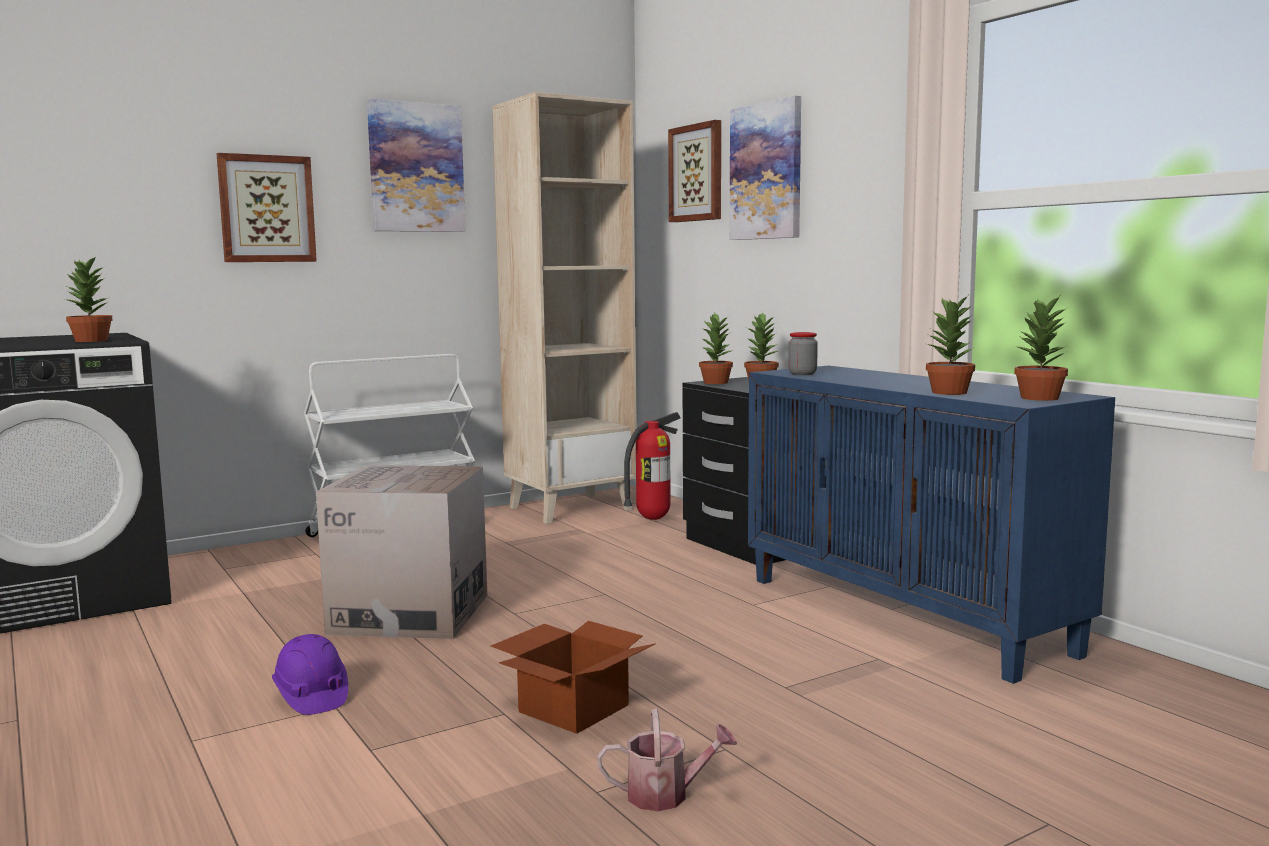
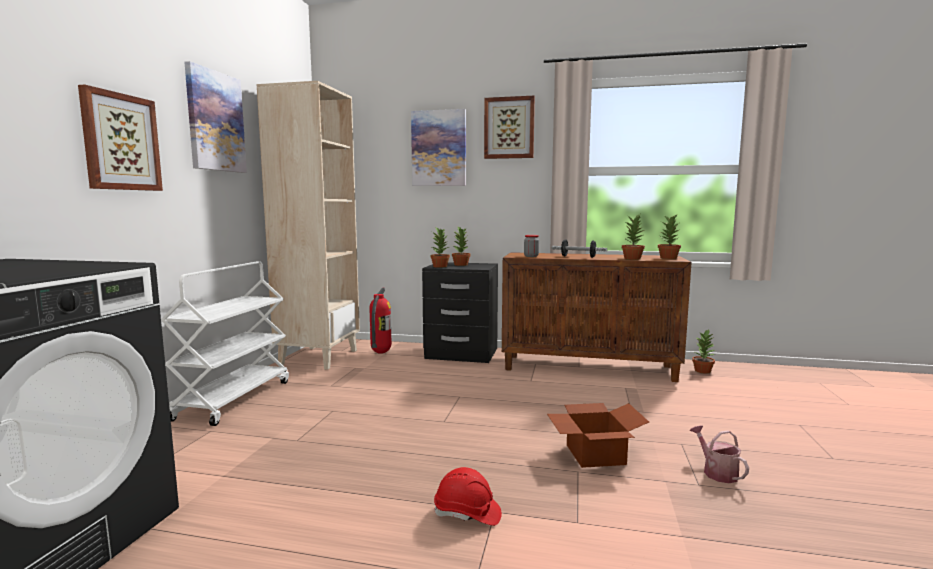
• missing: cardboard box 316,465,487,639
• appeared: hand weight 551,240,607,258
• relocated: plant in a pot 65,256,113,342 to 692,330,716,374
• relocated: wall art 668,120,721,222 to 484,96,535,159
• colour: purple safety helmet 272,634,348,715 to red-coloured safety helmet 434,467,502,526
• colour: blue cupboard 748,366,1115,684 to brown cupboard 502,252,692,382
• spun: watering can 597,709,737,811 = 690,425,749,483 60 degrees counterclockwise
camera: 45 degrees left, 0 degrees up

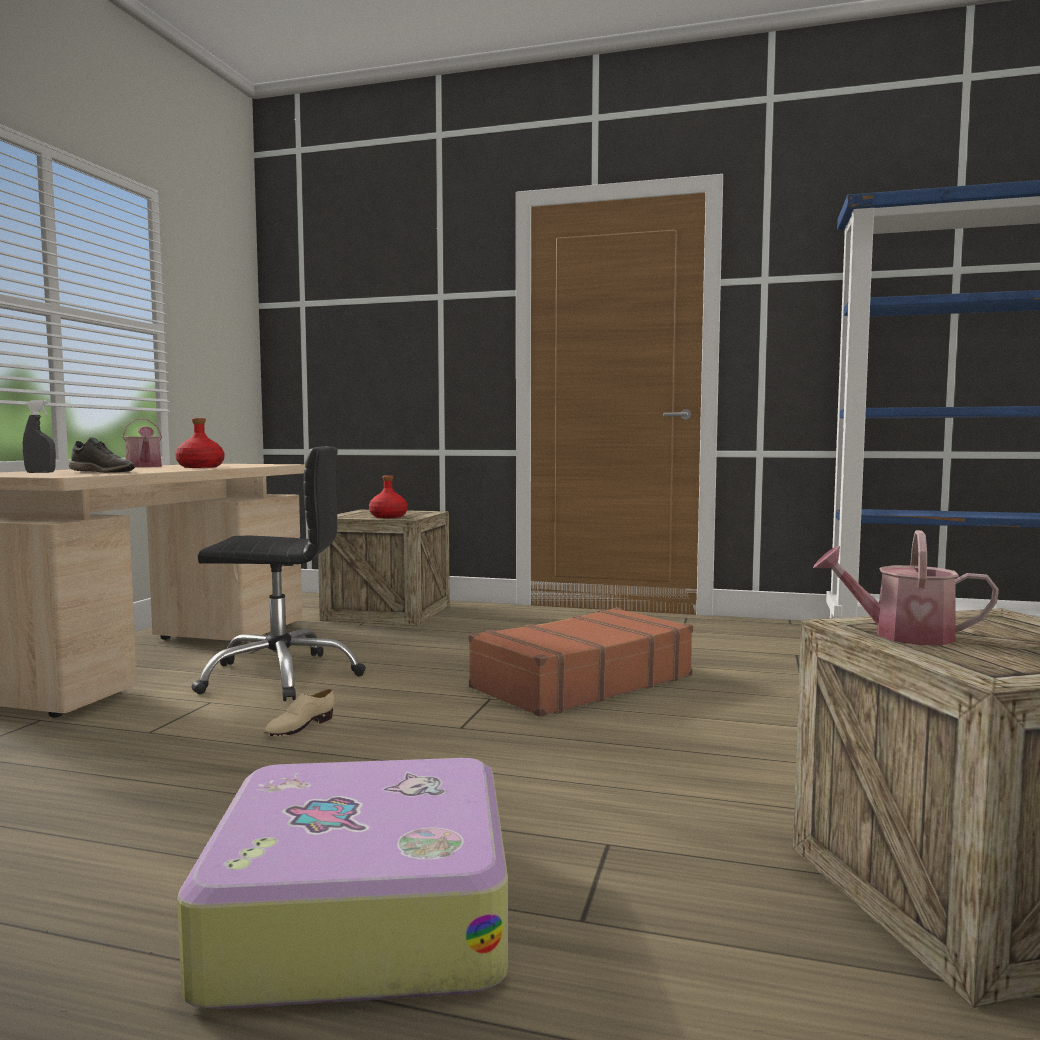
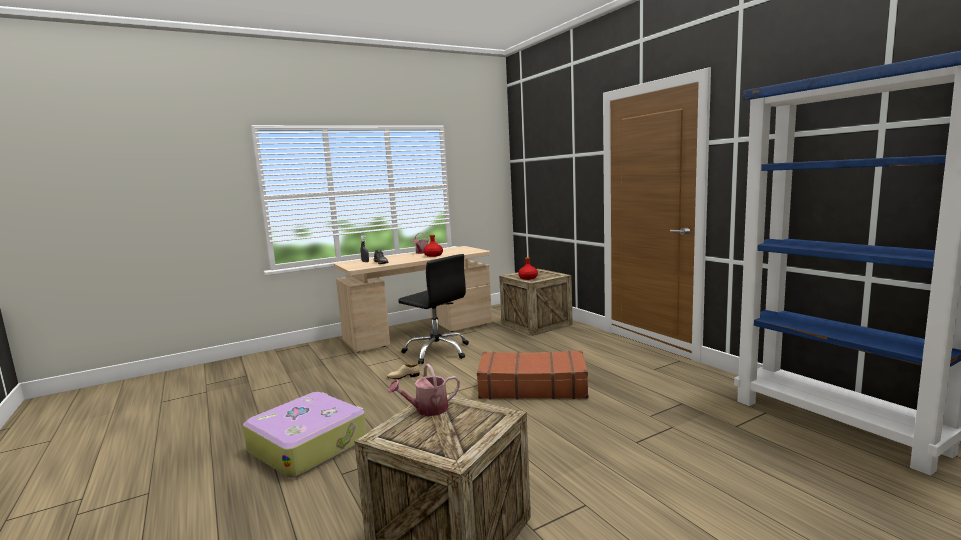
• spun: watering can 813,530,999,645 = 388,364,460,416 90 degrees counterclockwise
camera: 45 degrees right, 5 degrees up

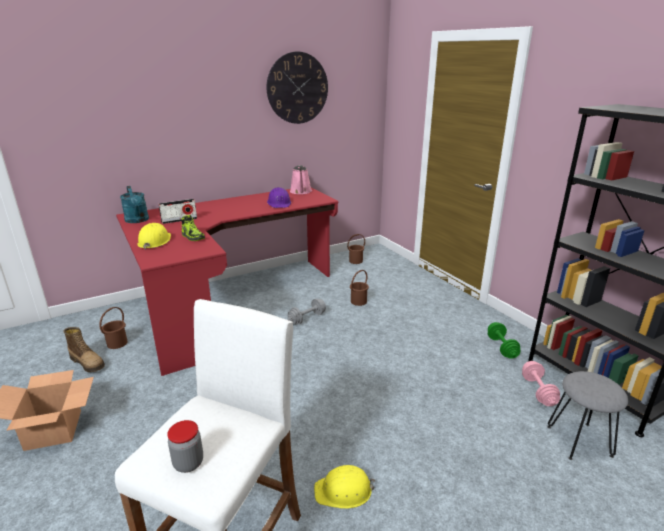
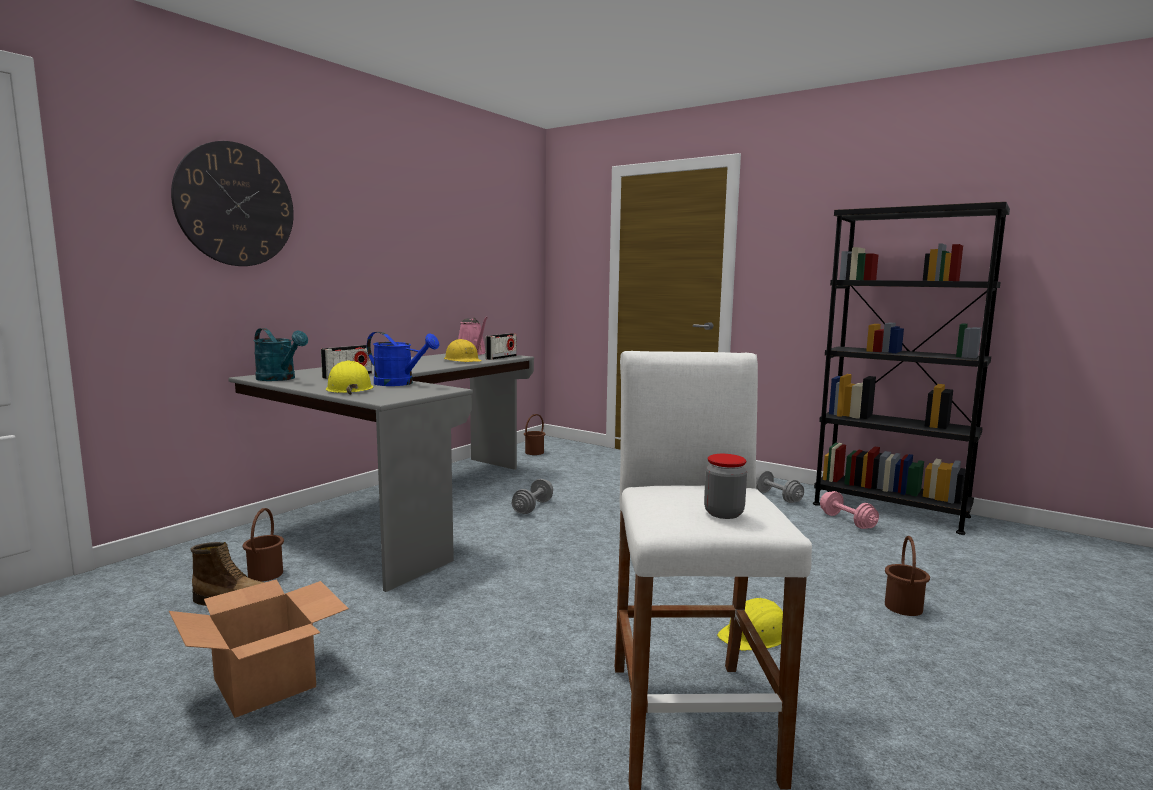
• missing: grey stool seat 547,371,628,460
• appeared: radio set 485,333,517,360
• relocated: wall clock 267,52,328,124 to 171,141,294,266
• relocated: brown water bucket 350,270,369,306 to 885,536,930,616
• exchanged: item of footwear 181,215,205,241 to blue watering can 367,332,439,386
• colour: red-coloured desk 116,188,339,376 to grey desk 228,353,534,592
• colour: purple safety helmet 267,187,291,208 to yellowish safety helmet 444,339,482,362
• colour: green-coloured hand weight 488,322,521,359 to grey hand weight 756,470,804,503
camera: 25 degrees left, 15 degrees down

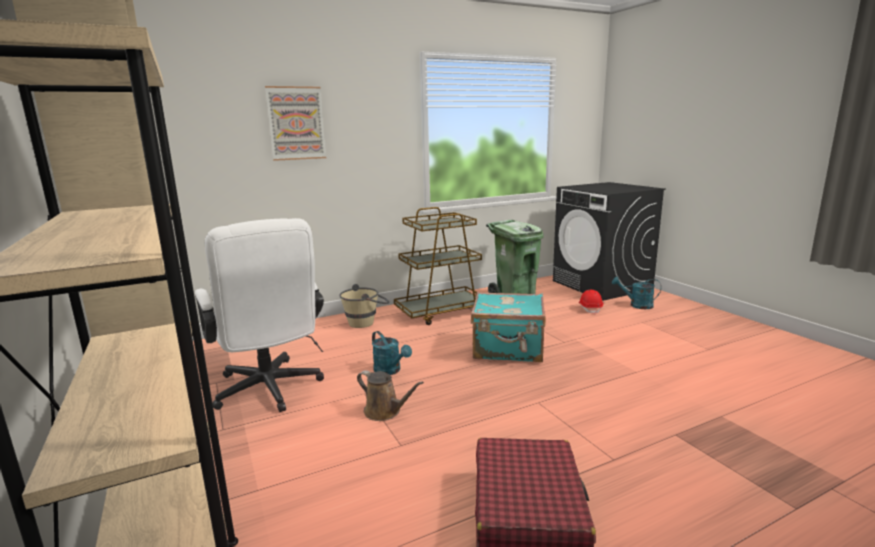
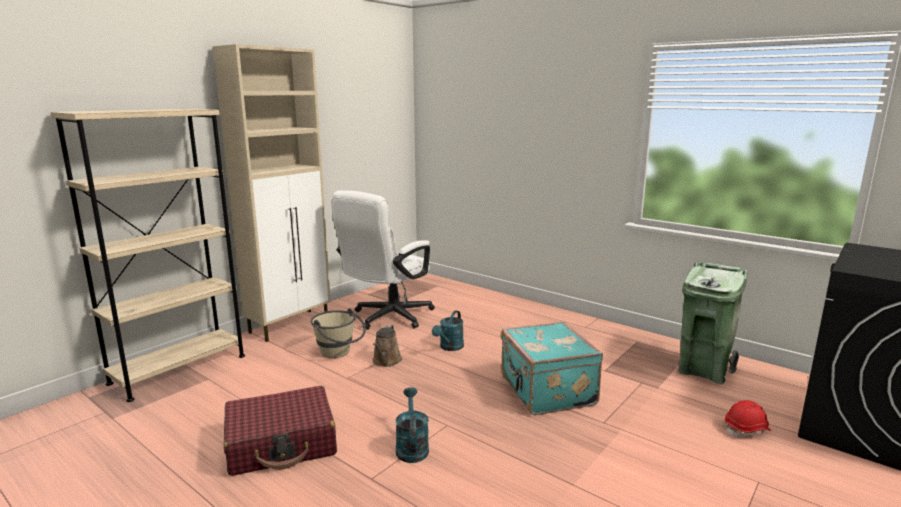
• missing: wall art 265,86,326,161
• missing: brown cart 394,207,482,325
• relocated: beige water bucket 339,284,389,328 to 311,308,366,358
• relocated: turquoise watering can 612,276,661,309 to 396,387,429,463
camera: 65 degrees right, 0 degrees up

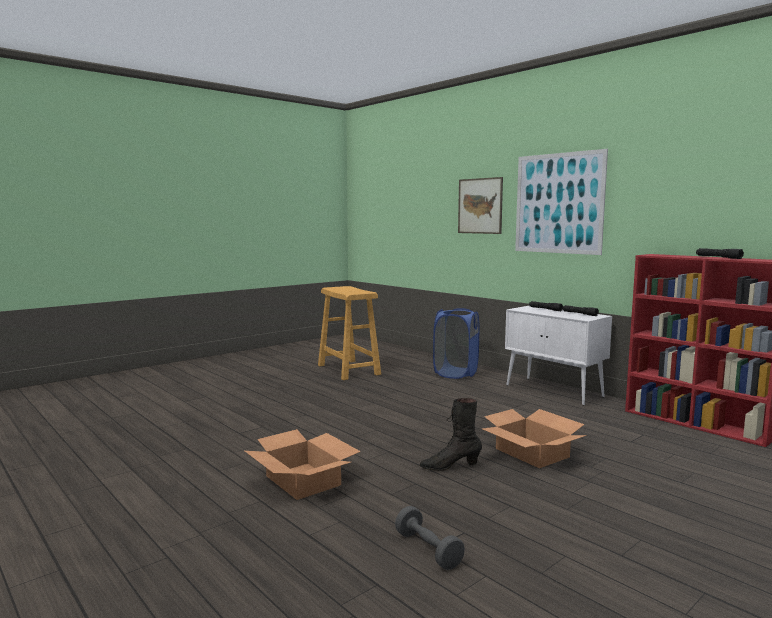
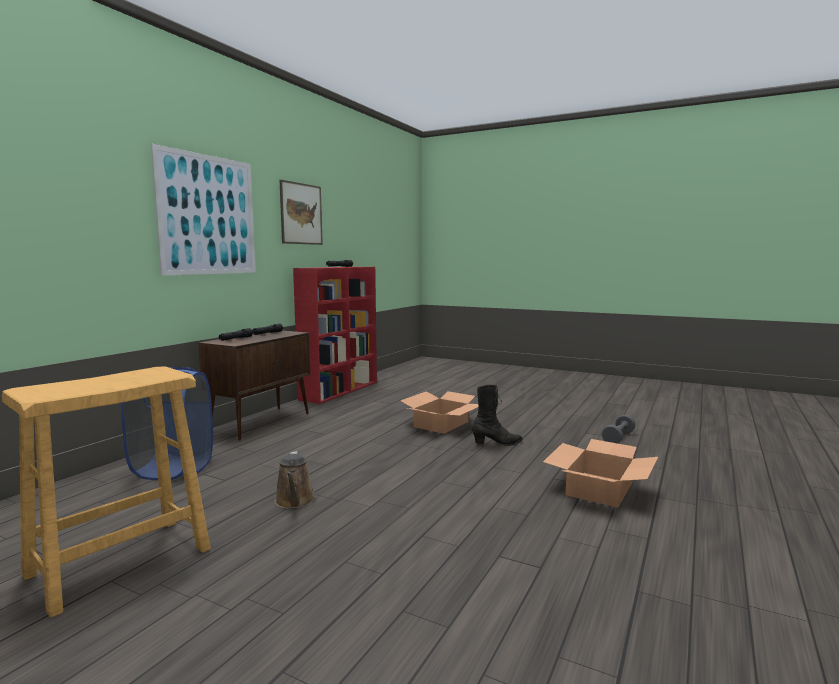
• appeared: brown watering can 274,451,315,509
• relocated: wall art 458,177,503,234 to 279,180,323,245
• colour: whitish cupboard 505,306,612,406 to brown cupboard 198,330,310,441
• spun: black-coloured boot 419,398,482,471 = 471,385,523,446 75 degrees counterclockwise
camera: 110 degrees left, 0 degrees up

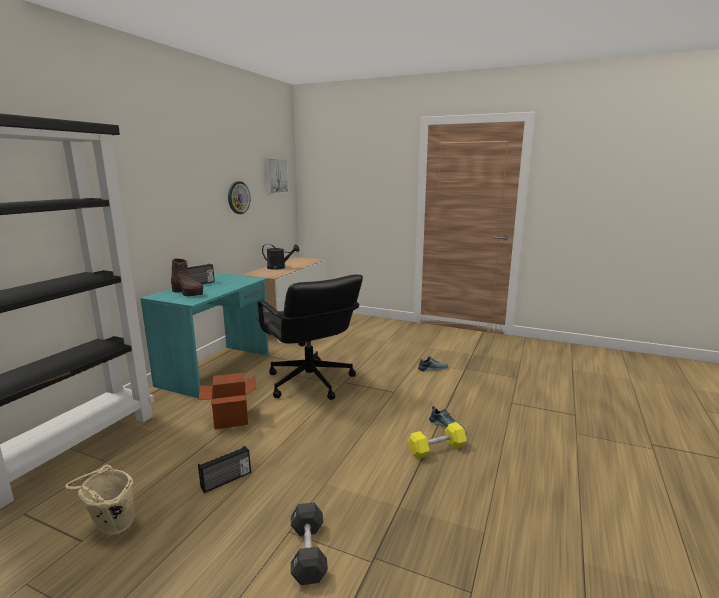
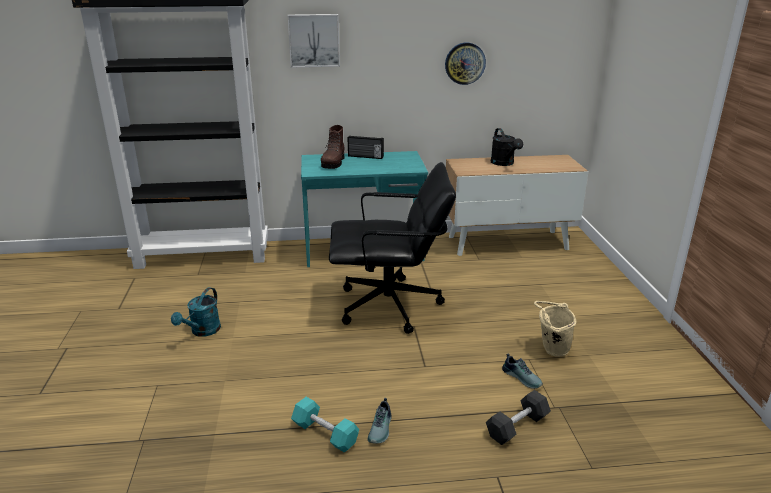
• missing: cardboard box 199,373,256,429
• relocated: beige water bucket 65,464,135,536 to 534,301,576,357
• relocated: wall art 265,159,289,194 to 287,14,340,67
• relocated: black-coloured hand weight 291,502,328,585 to 486,390,551,445
• exchanged: radio set 198,446,251,493 to turquoise watering can 171,287,221,337
• colour: yellowish hand weight 408,422,467,459 to turquoise hand weight 291,397,359,453
• spun: black-coloured office chair 256,275,363,400 = 329,162,456,334 120 degrees counterclockwise
camera: 60 degrees right, 10 degrees up

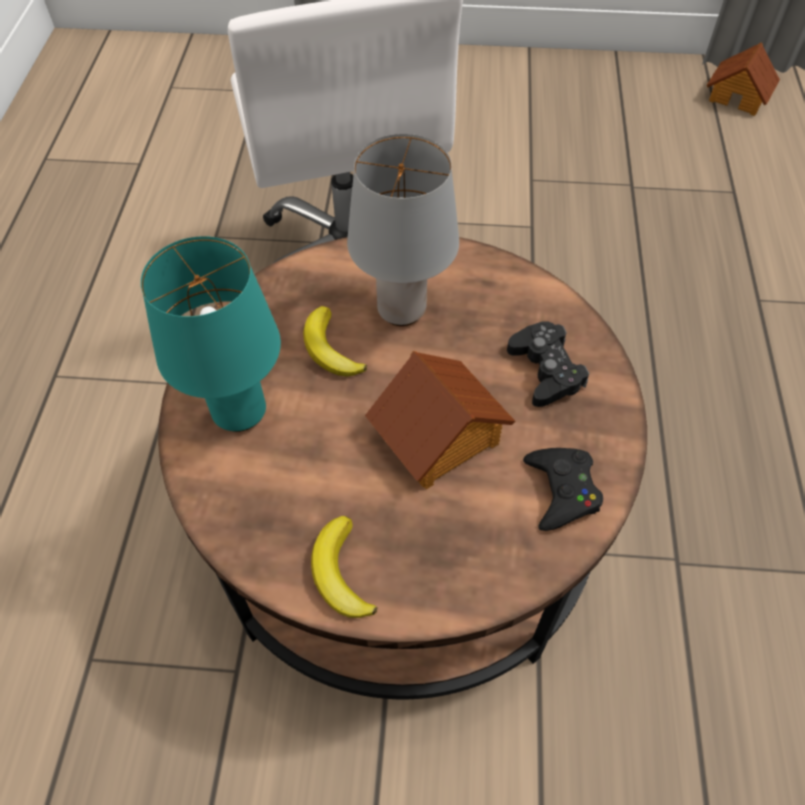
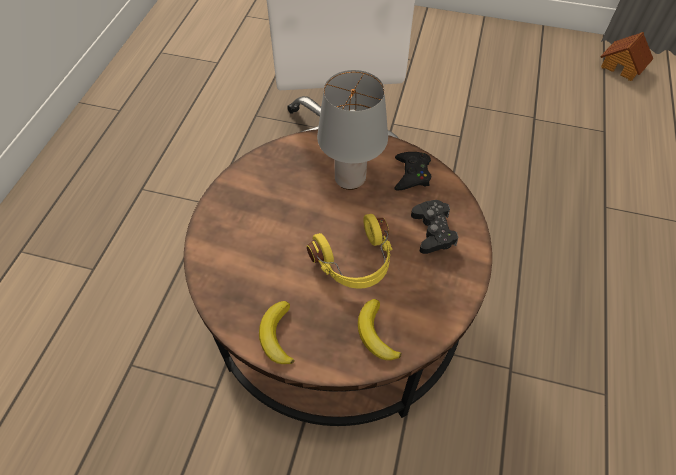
• missing: turquoise table lamp 141,236,281,432
• relocated: banana fruit 303,306,367,377 to 358,299,402,360
• relocated: black-coloured game controller 523,448,603,531 to 394,152,431,191
• exchanged: model house 365,351,515,489 to yellowish headset 307,214,393,289
camera: 10 degrees right, 0 degrees up

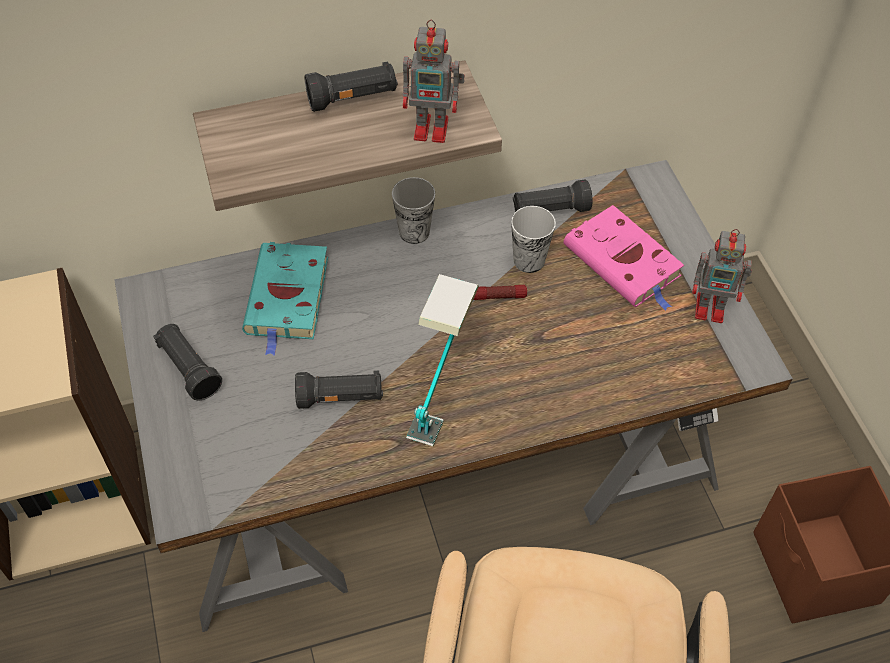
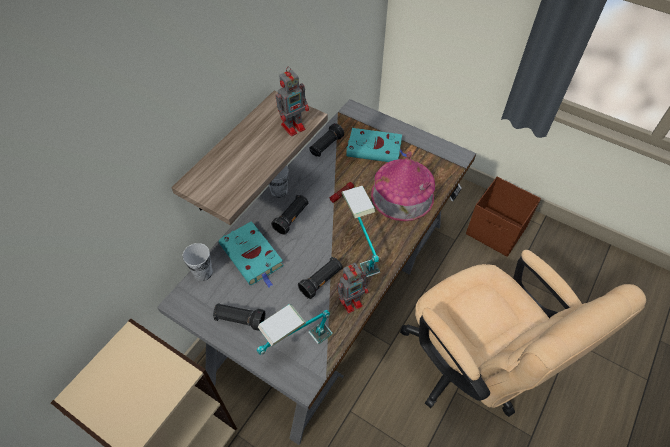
• appeared: table lamp 257,304,333,355
• appeared: model house 371,151,435,221
• relocated: black-coloured hand torch 304,61,398,112 to 271,195,308,235
• relocated: cup 511,206,556,273 to 183,243,213,281
• relocated: toy robot 692,229,752,323 to 338,263,368,313
• colour: pink-coloured bound book 564,205,684,311 to turquoise bound book 346,128,407,162
camera: 40 degrees left, 0 degrees up

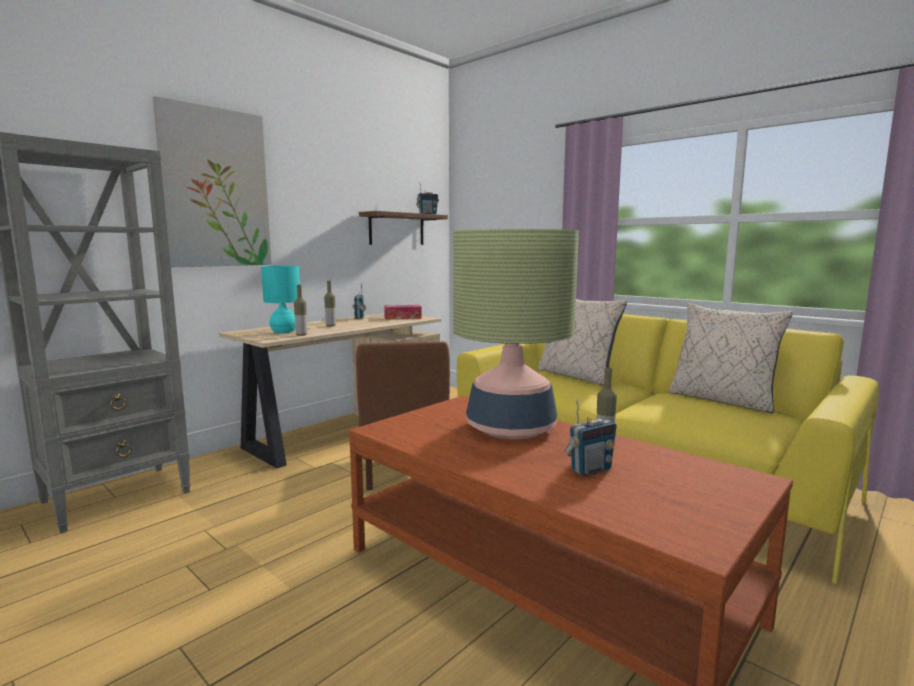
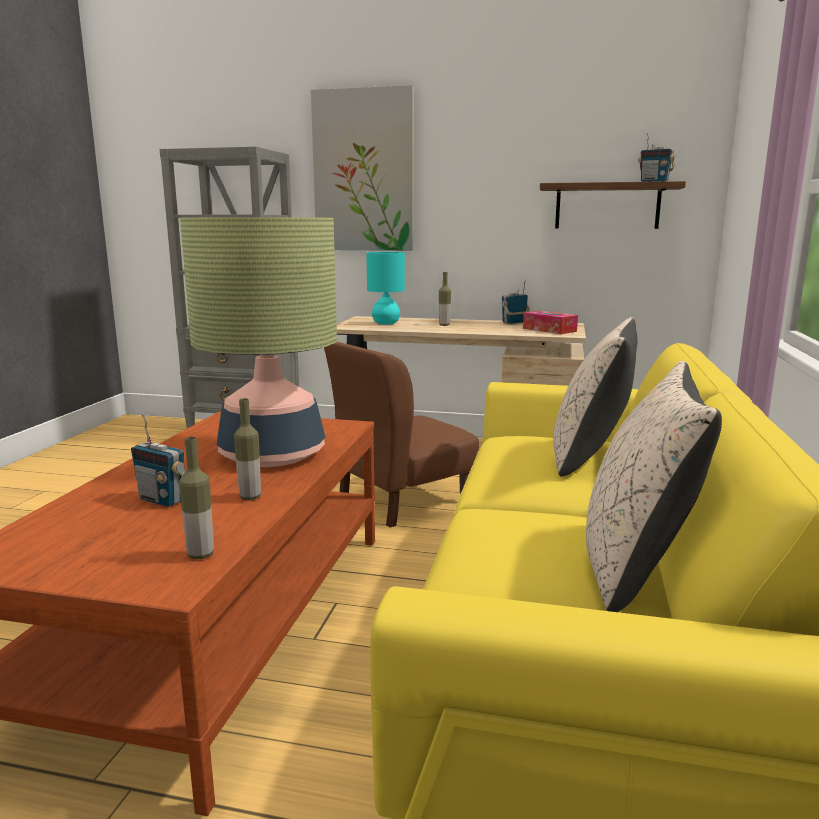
• relocated: bottle 294,285,307,336 to 179,437,214,559
camera: 60 degrees right, 5 degrees up

